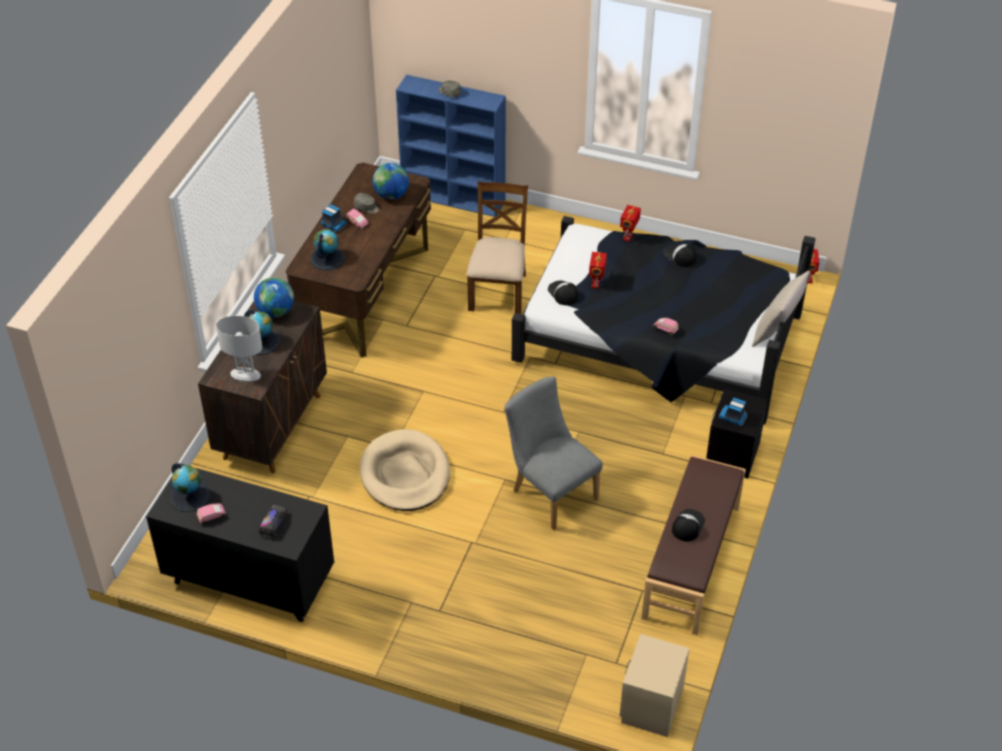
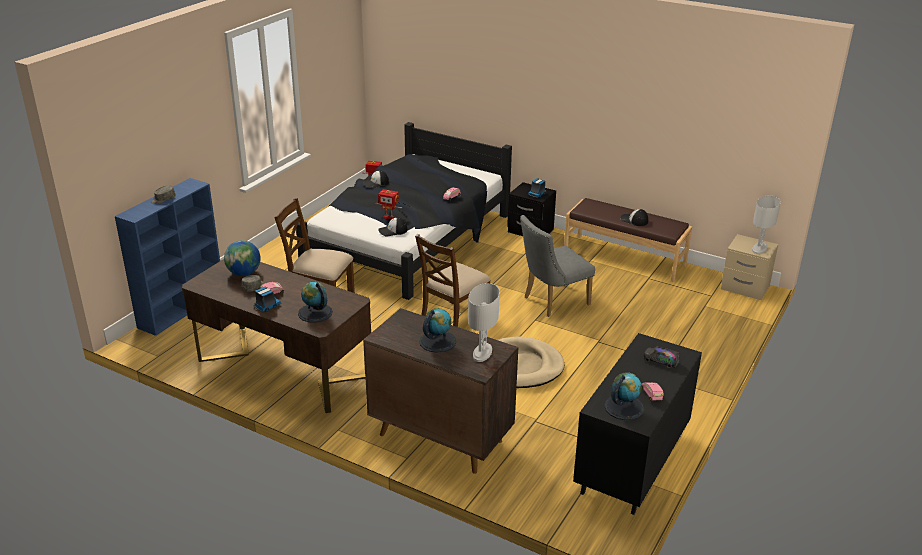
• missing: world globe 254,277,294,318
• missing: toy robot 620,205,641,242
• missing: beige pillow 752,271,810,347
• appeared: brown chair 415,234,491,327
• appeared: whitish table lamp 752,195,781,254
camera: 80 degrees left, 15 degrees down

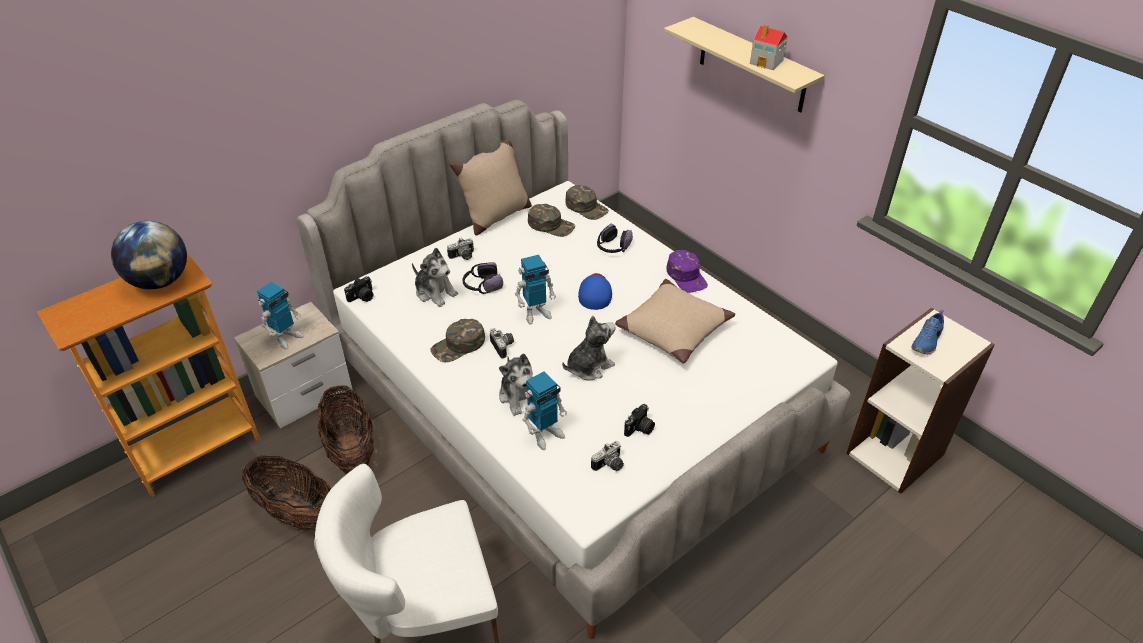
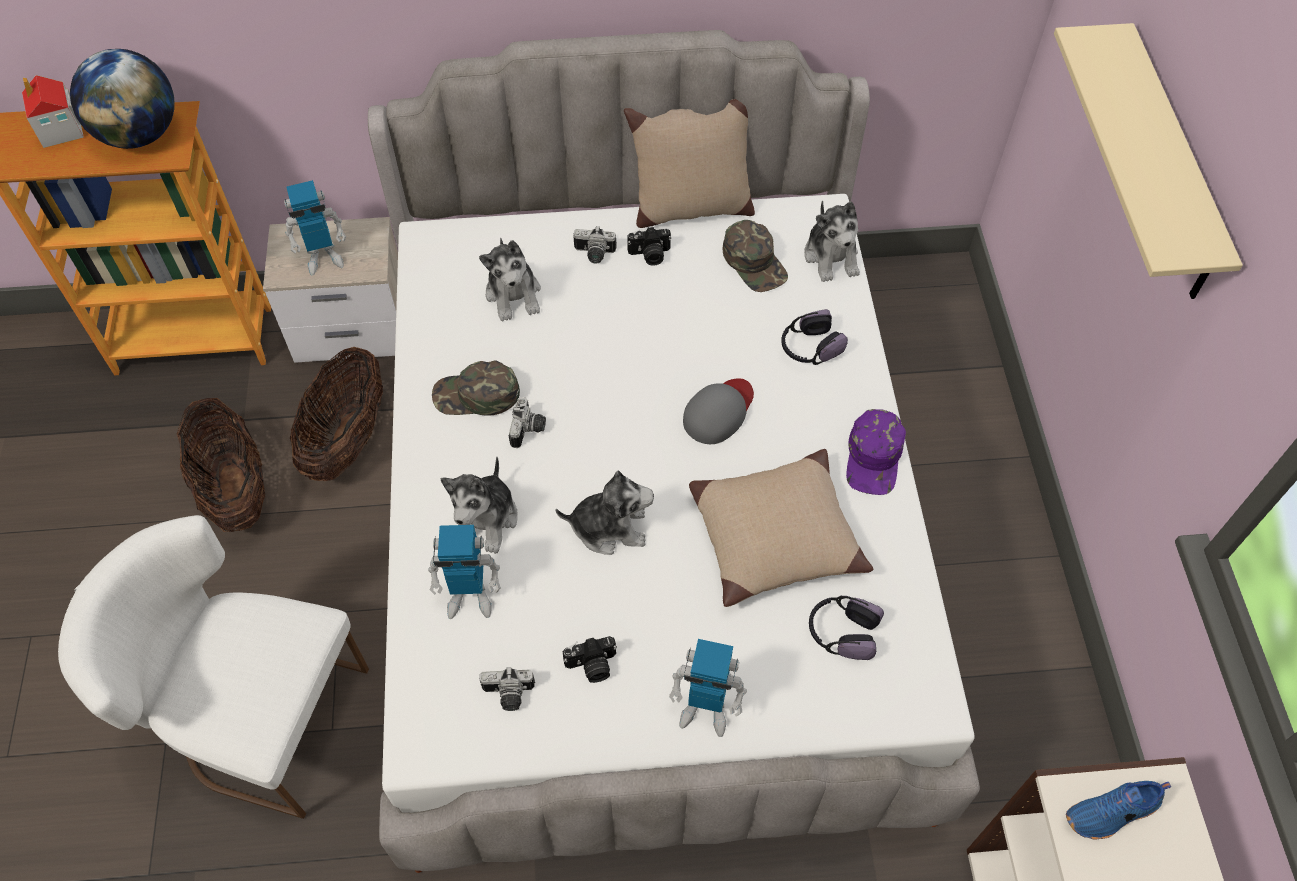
• relocated: photo camera 344,276,373,302 to 627,227,672,266
• relocated: headset 462,262,503,294 to 809,596,884,660
• relocated: toy robot 515,255,556,325 to 669,639,747,737
• relocated: model house 750,25,787,70 to 22,75,84,148
• exchanged: green-coloured baseball cap 565,185,609,220 to cuddly toy 804,200,860,282
• colour: blue baseball cap 578,273,612,310 to grey baseball cap 683,378,754,444
camera: 35 degrees right, 15 degrees up

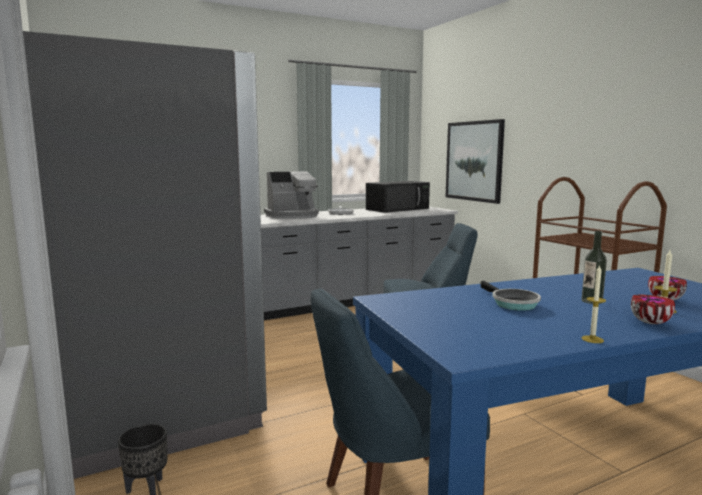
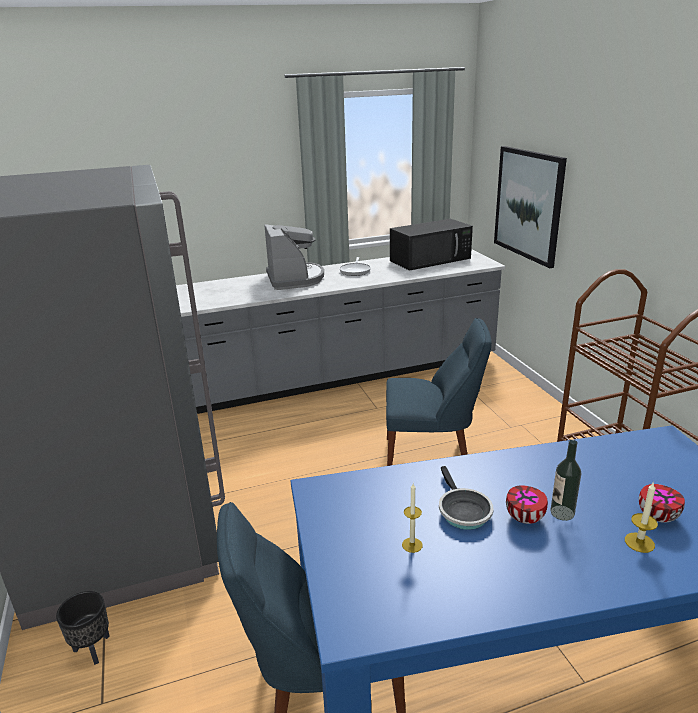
• relocated: candle 581,265,606,343 to 402,483,423,553
• relocated: deep dish 631,295,675,324 to 506,486,548,524
• spun: coffee maker 264,171,319,219 = 265,224,324,290 90 degrees counterclockwise
camera: 10 degrees right, 15 degrees up

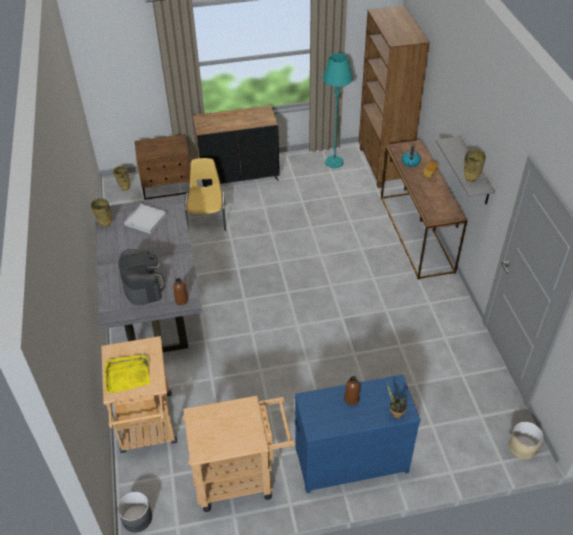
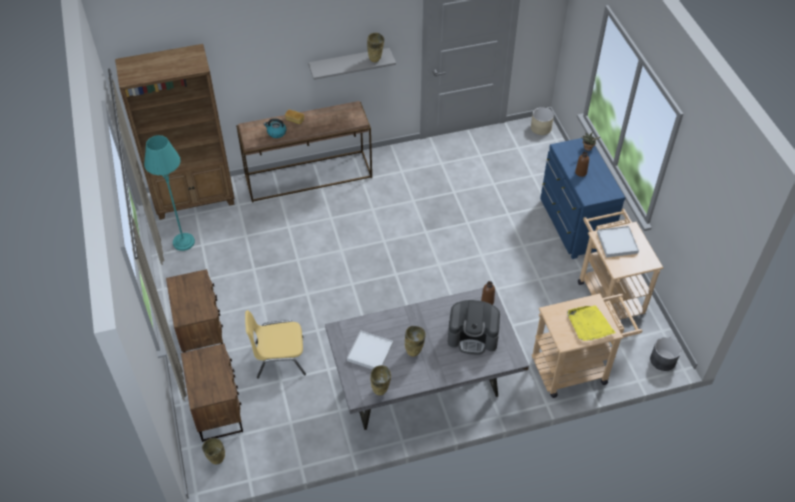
• appeared: beige flower vase 405,326,426,357
• appeared: whitish serving tray 597,226,639,258
• exchanged: black-coloured cupboard 193,105,280,187 to brown nightstand 166,269,223,353
• spun: coffee maker 119,249,165,306 = 448,300,500,355 150 degrees counterclockwise
camera: 95 degrees left, 5 degrees up

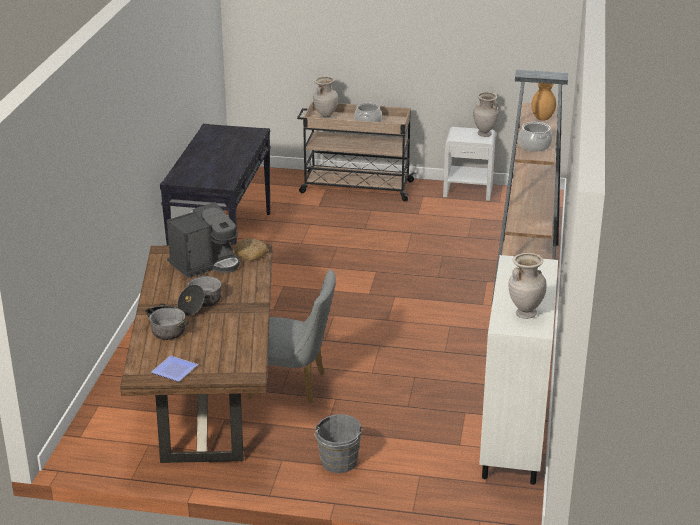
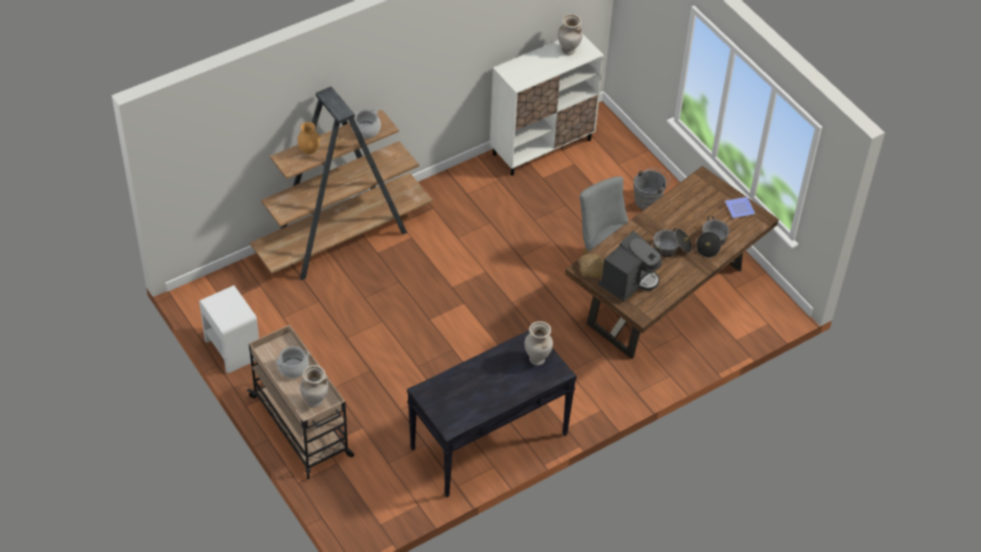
• relocated: beige flower vase 473,92,499,137 to 524,321,553,365
• spun: coffee maker 167,202,240,278 = 598,231,662,301 120 degrees clockwise
camera: 135 degrees left, 20 degrees up

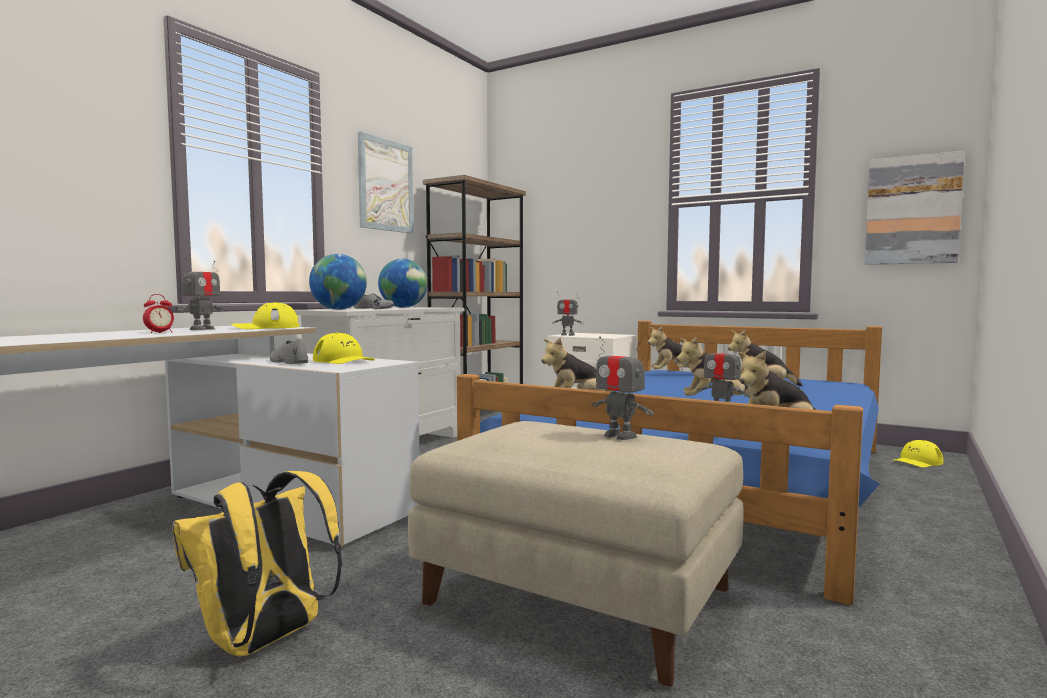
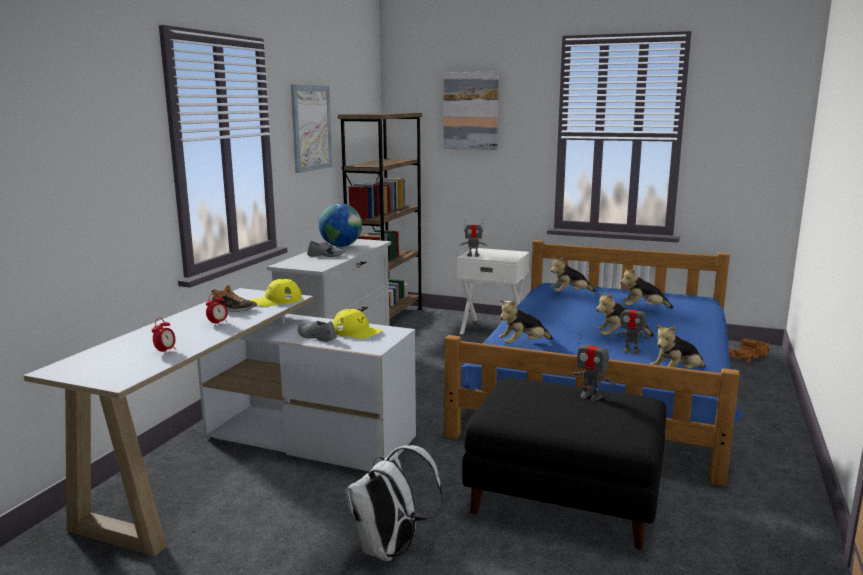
• missing: world globe 309,254,367,310
• appeared: bedside clock 152,318,176,352
• relocated: wall art 865,151,965,265 to 443,71,499,150
• exchanged: toy robot 178,257,223,330 to item of footwear 211,285,257,312
• exchanged: yellowish baseball cap 894,440,943,468 to toy lorry 729,338,769,363
• colour: yellowish knapsack 172,471,342,657 to whitish knapsack 346,445,443,561
• colour: beige footrest 408,421,744,687 to black-coloured footrest 462,378,666,550
camera: 10 degrees left, 10 degrees up

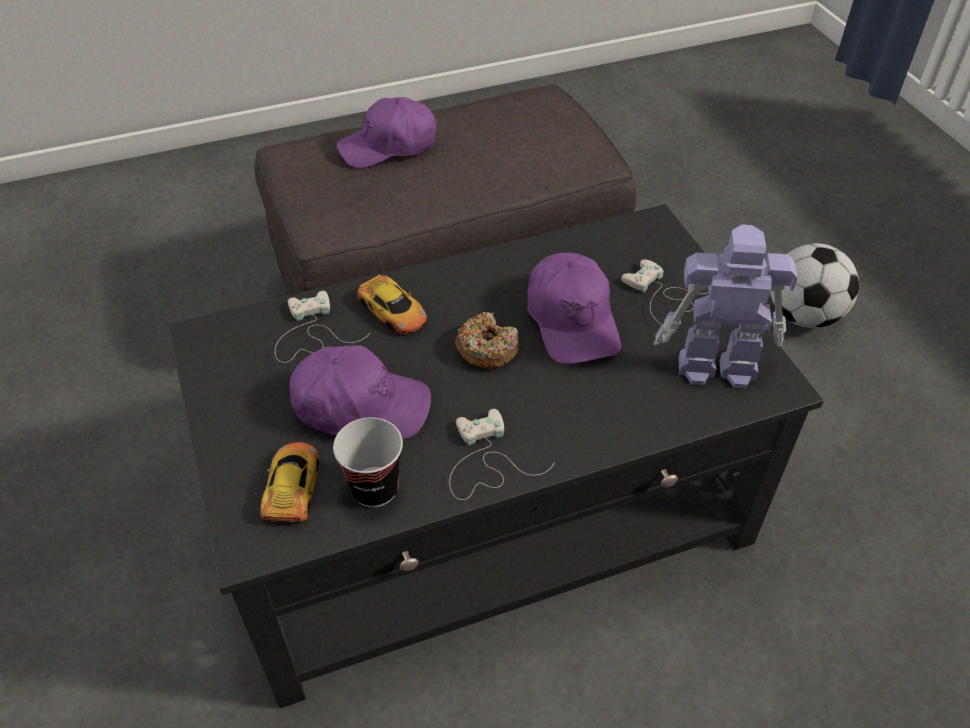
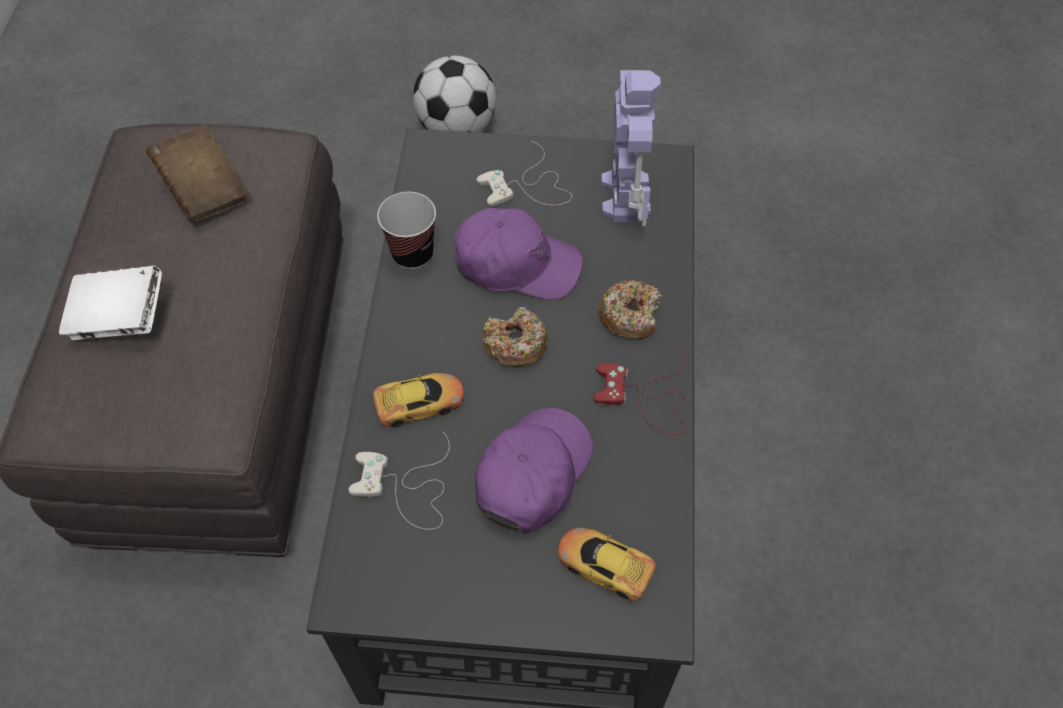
• appeared: brown bound book 146,125,249,223
• appeared: ring doughnut 598,280,662,339
• relocated: cup 333,417,403,507 to 377,192,436,269
• exchanged: purple baseball cap 336,97,436,168 to whitish bound book 59,266,162,340
• colour: whitish game controller 449,409,555,500 to red-coloured game controller 593,347,686,435
• spun: toy robot 653,224,798,388 = 601,70,661,226 150 degrees clockwise
camera: 65 degrees left, 10 degrees up

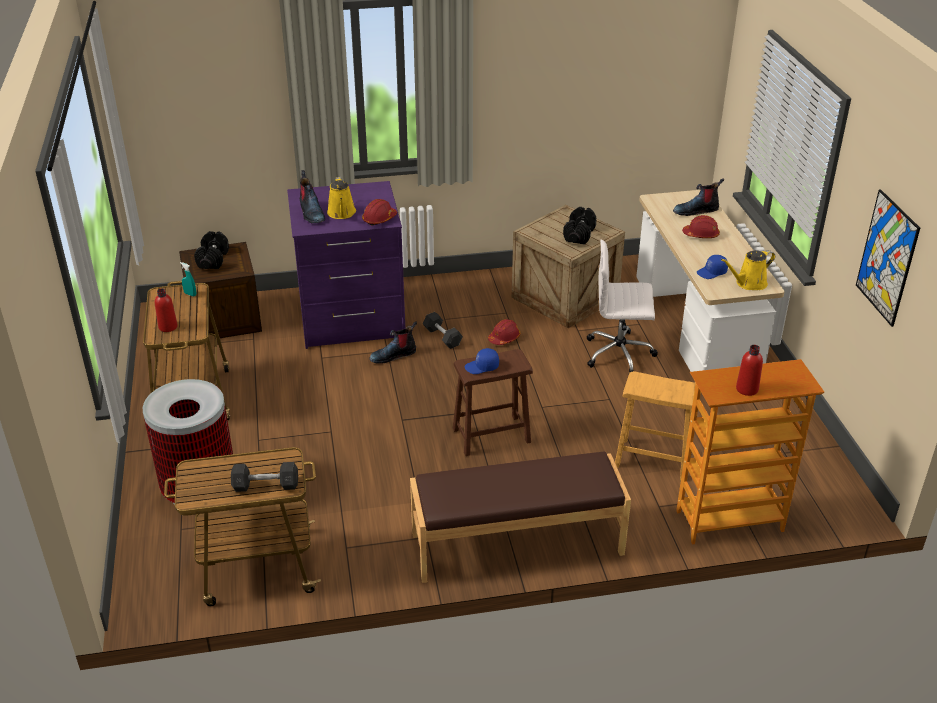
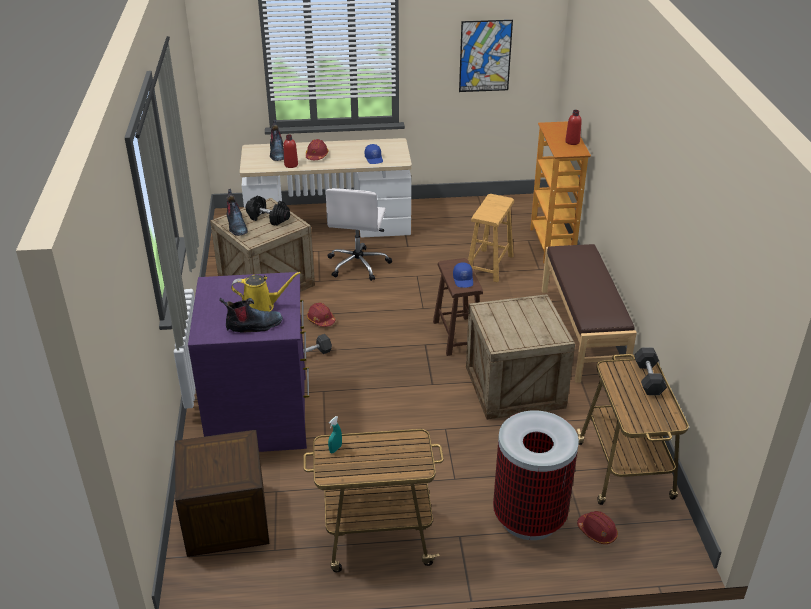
• missing: black-coloured hand weight 194,231,229,269
• missing: yellowish watering can 721,250,775,290
• appeared: packing crate 466,294,575,420
• relocated: red-coloured bottle 155,288,178,332 to 283,134,298,168
• relocated: red-coloured safety helmet 362,199,397,226 to 577,511,618,544
• relocated: boot 369,321,417,364 to 227,189,248,236
camera: 85 degrees left, 0 degrees up

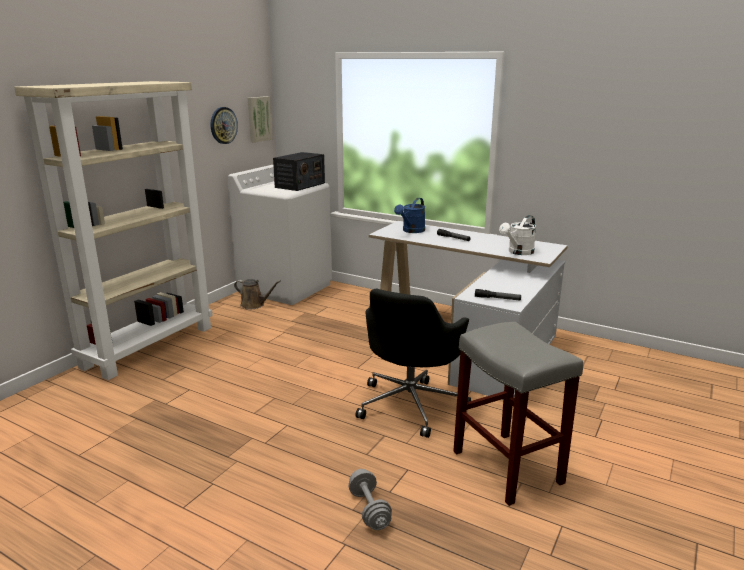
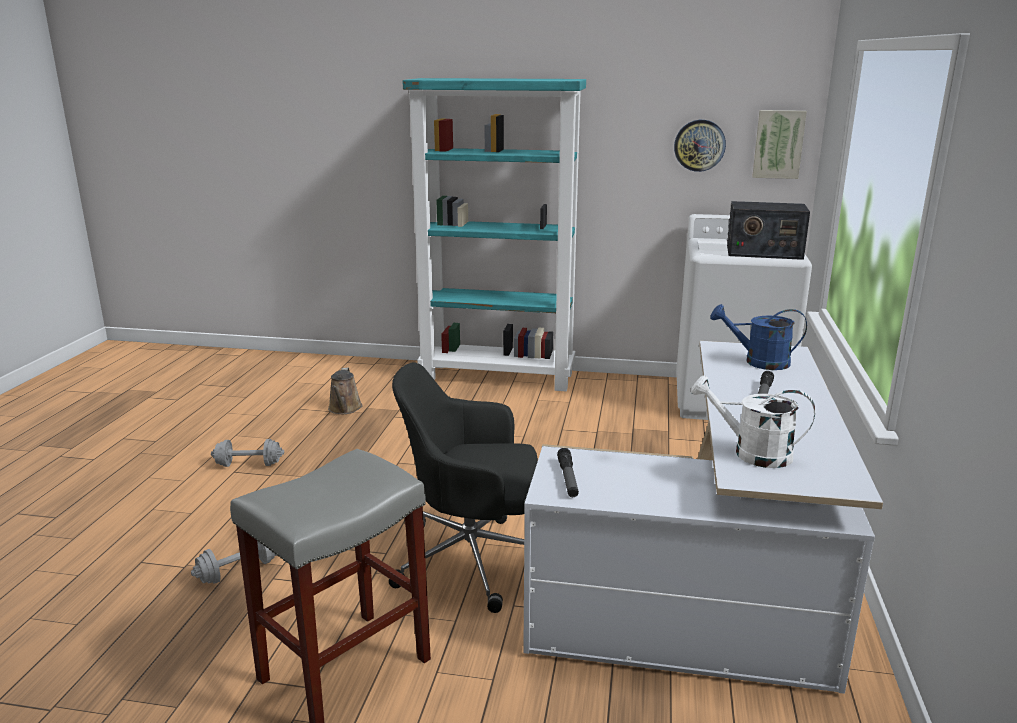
• appeared: grey hand weight 211,439,284,467
• relocated: brown watering can 234,279,281,309 to 328,367,363,414
• colour: beige bookshelf 14,81,213,380 to turquoise bookshelf 402,78,586,391
camera: 70 degrees right, 0 degrees up

